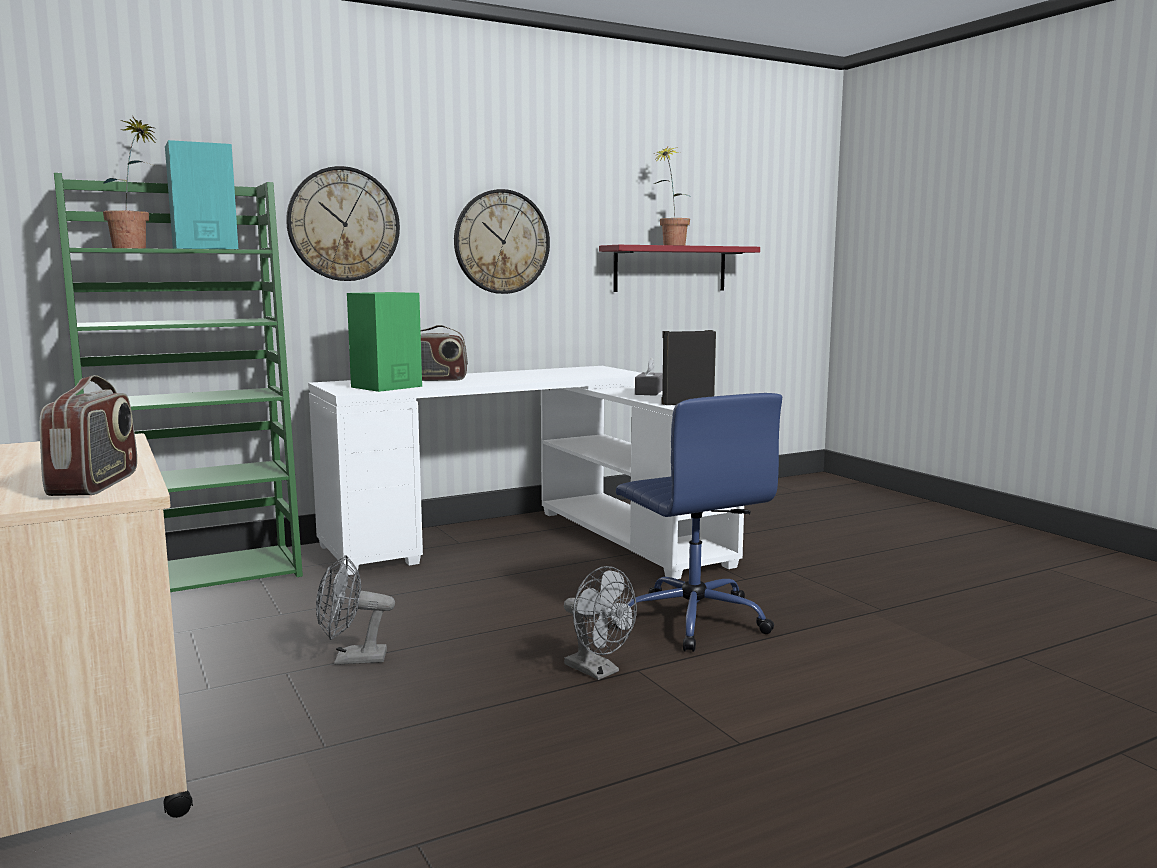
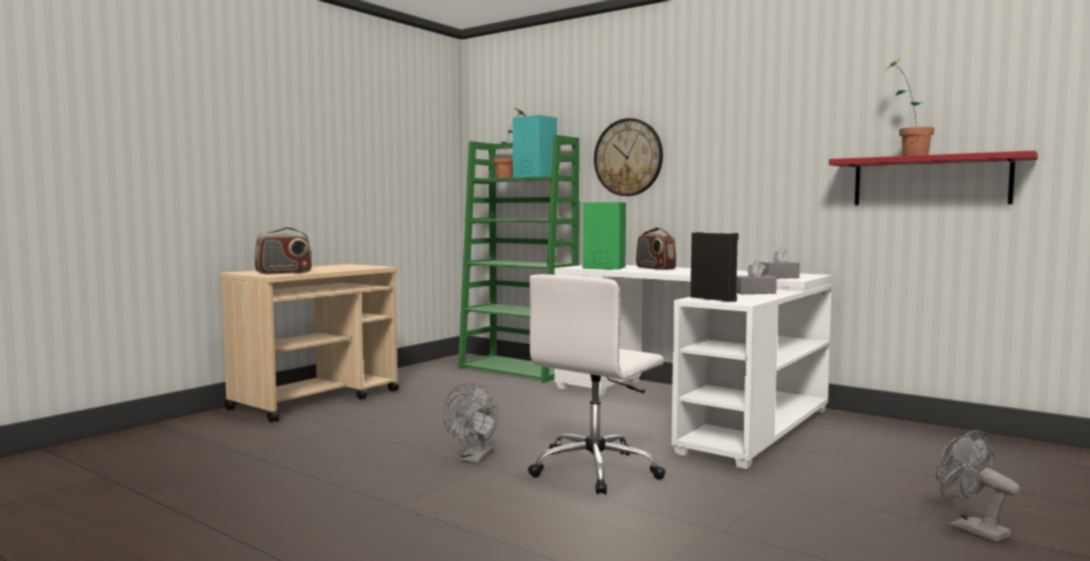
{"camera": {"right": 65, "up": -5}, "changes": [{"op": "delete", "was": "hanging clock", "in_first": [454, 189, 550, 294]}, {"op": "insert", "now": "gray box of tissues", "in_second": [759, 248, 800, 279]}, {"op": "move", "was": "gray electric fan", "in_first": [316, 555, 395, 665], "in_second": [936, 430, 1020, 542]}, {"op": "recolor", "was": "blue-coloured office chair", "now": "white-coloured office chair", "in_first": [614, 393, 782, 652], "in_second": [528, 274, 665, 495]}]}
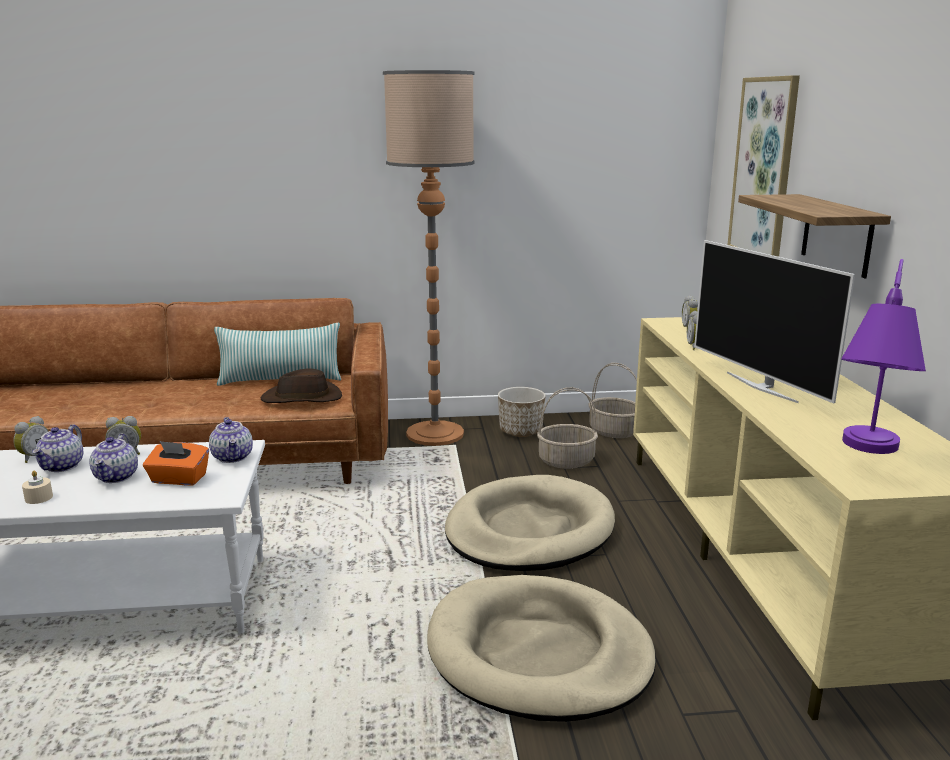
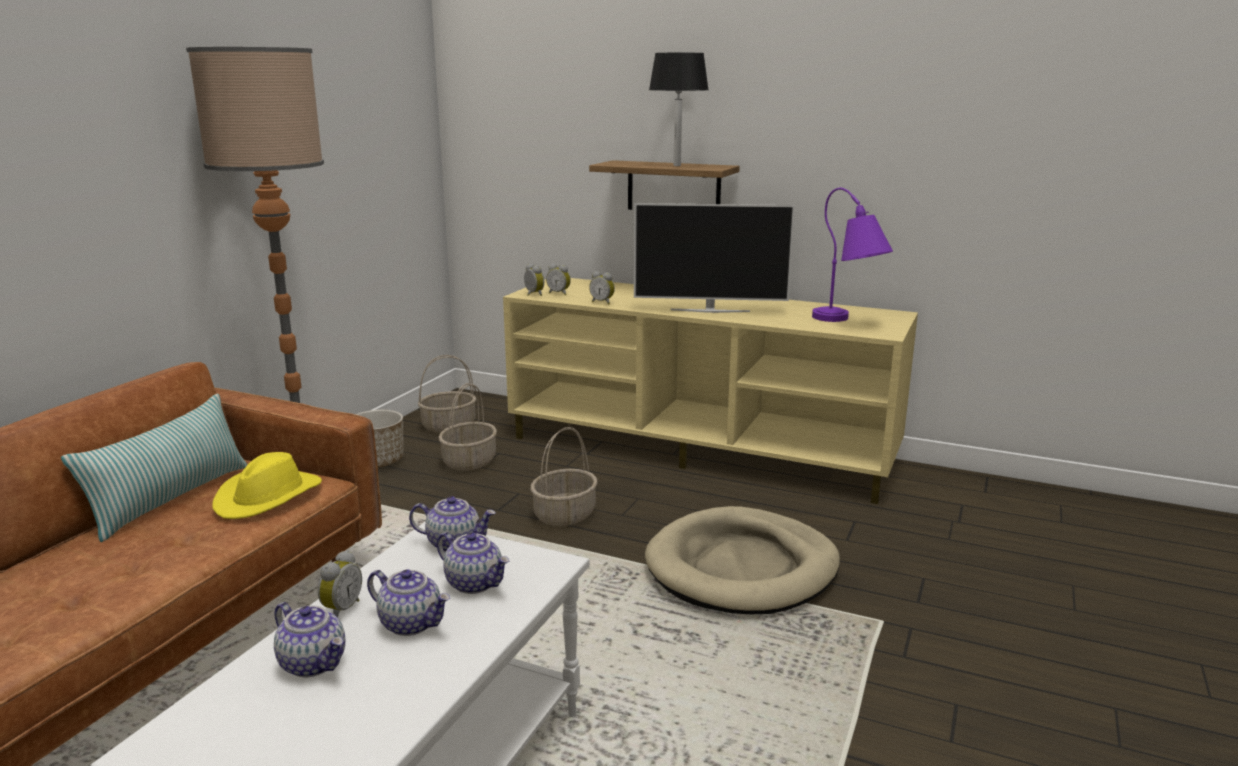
{"camera": {"right": -60, "up": 0}, "changes": [{"op": "delete", "was": "sand-coloured wax light", "in_first": [22, 470, 53, 504]}, {"op": "delete", "was": "wall picture", "in_first": [728, 75, 800, 257]}, {"op": "insert", "now": "black table lamp", "in_second": [649, 53, 709, 166]}, {"op": "move", "was": "bedside clock", "in_first": [13, 416, 49, 463], "in_second": [524, 263, 544, 296]}, {"op": "replace", "was": "orangey box of tissues", "now": "tea pot", "in_first": [143, 441, 209, 485], "in_second": [437, 532, 509, 594]}, {"op": "replace", "was": "sand-coloured pet bed", "now": "storage basket", "in_first": [445, 475, 615, 571], "in_second": [531, 427, 598, 526]}, {"op": "recolor", "was": "brown hat", "now": "yellow hat", "in_first": [260, 369, 342, 403], "in_second": [212, 452, 322, 519]}]}
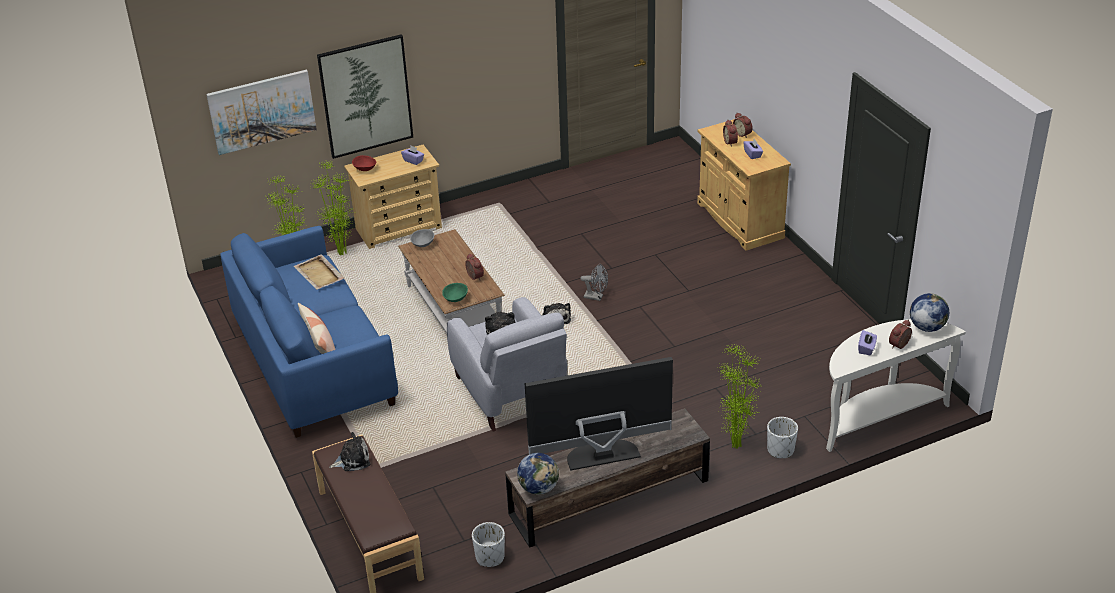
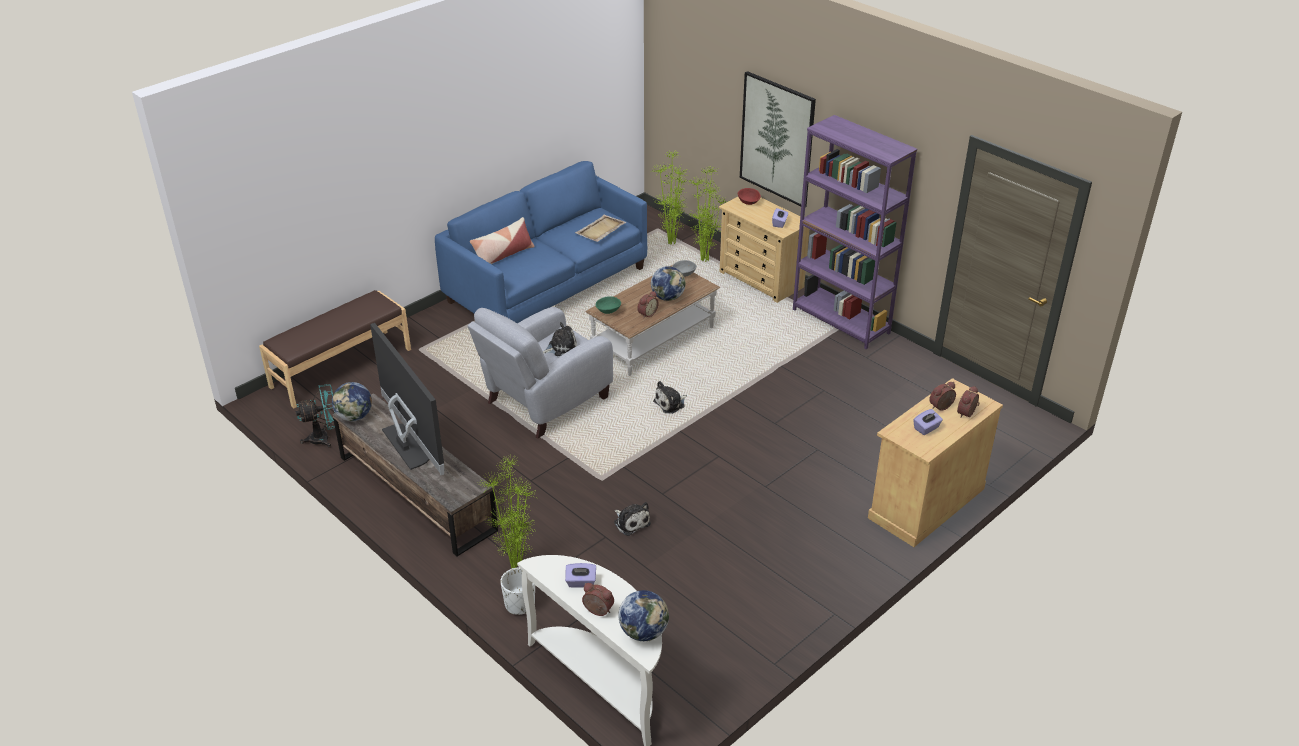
{"camera": {"right": 70, "up": 0}, "changes": [{"op": "delete", "was": "wall picture", "in_first": [206, 70, 317, 155]}, {"op": "delete", "was": "gray electric fan", "in_first": [580, 264, 608, 301]}, {"op": "insert", "now": "globe", "in_second": [651, 266, 686, 301]}, {"op": "insert", "now": "purplish bookcase", "in_second": [793, 115, 917, 349]}, {"op": "move", "was": "soft toy", "in_first": [329, 432, 370, 471], "in_second": [614, 502, 651, 536]}, {"op": "replace", "was": "white-coloured plant pot", "now": "turquoise electric fan", "in_first": [472, 522, 505, 567], "in_second": [295, 384, 335, 448]}]}
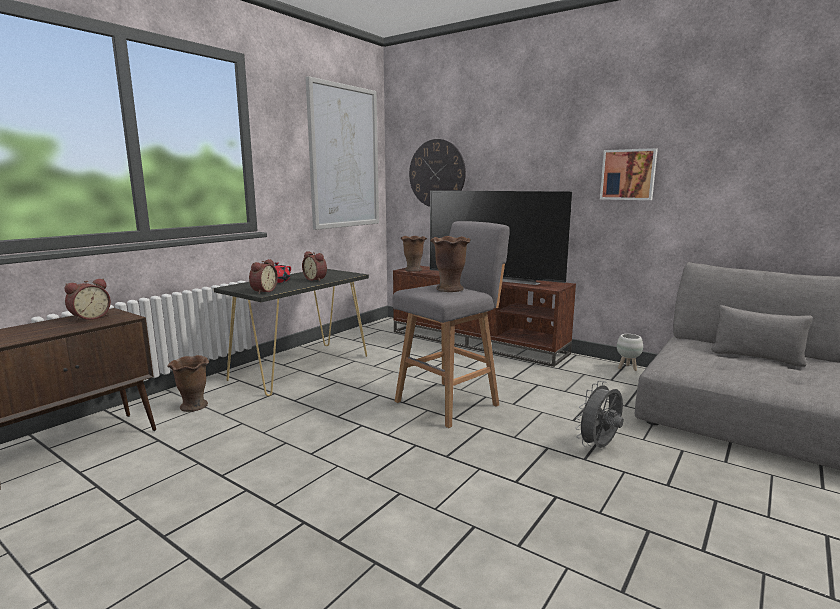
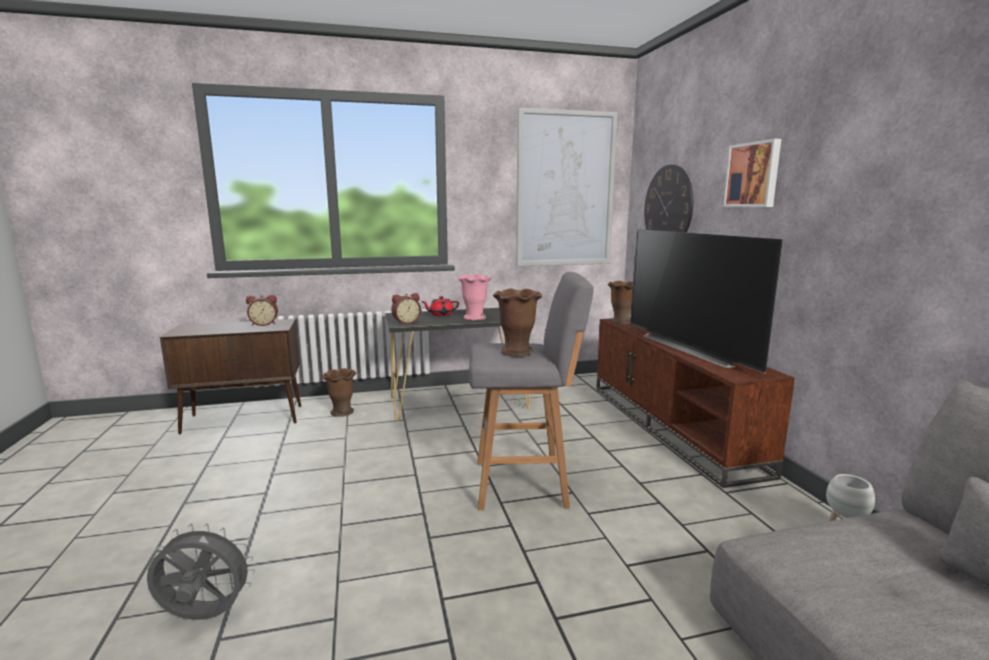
{"camera": {"right": 40, "up": 0}, "changes": [{"op": "move", "was": "gray electric fan", "in_first": [575, 381, 624, 448], "in_second": [147, 523, 255, 620]}, {"op": "move", "was": "wall picture", "in_first": [600, 148, 658, 200], "in_second": [723, 139, 781, 207]}, {"op": "replace", "was": "bedside clock", "now": "pinkish flower vase", "in_first": [302, 251, 327, 281], "in_second": [459, 274, 492, 320]}]}
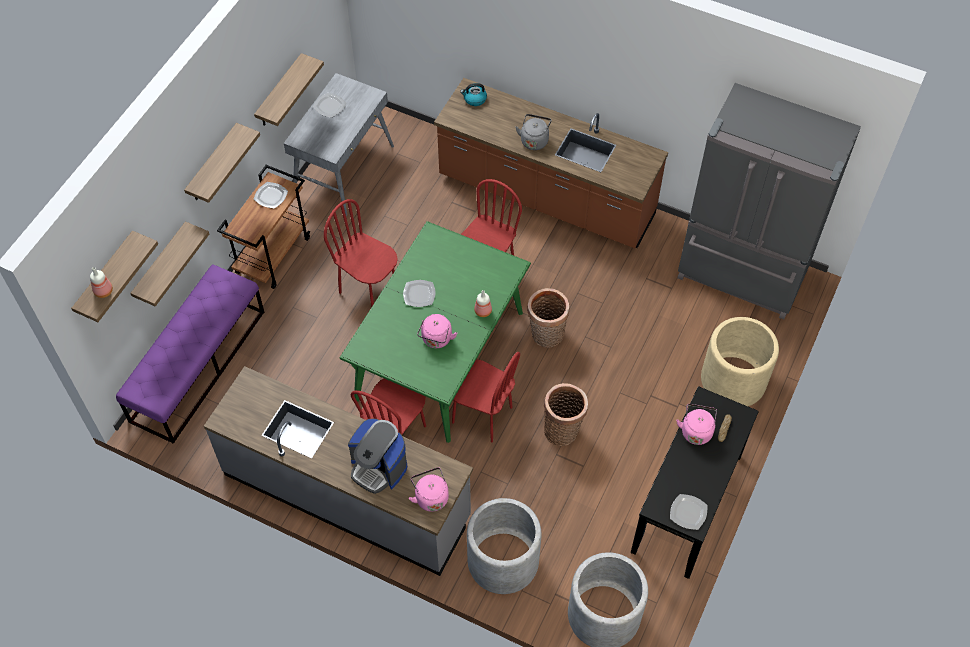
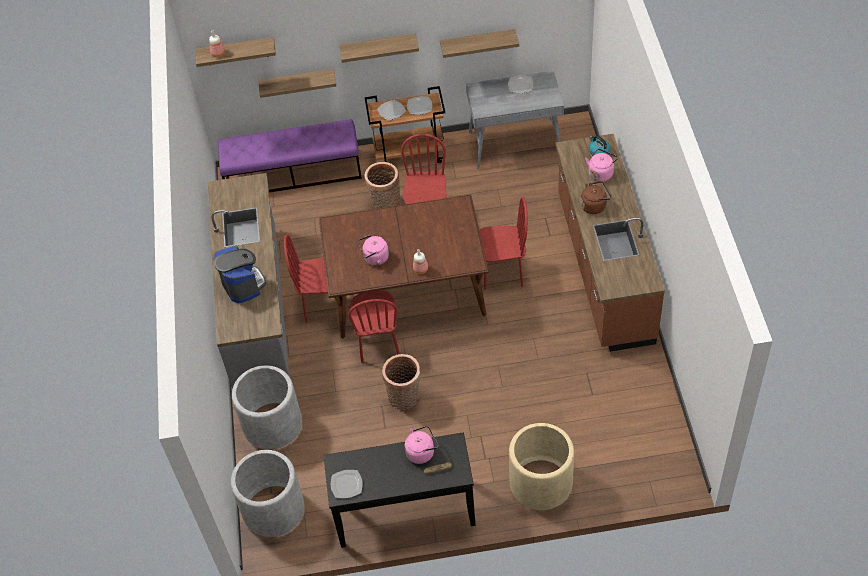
{"camera": {"right": 60, "up": -5}, "changes": [{"op": "delete", "was": "gray refrigerator", "in_first": [678, 83, 861, 320]}, {"op": "move", "was": "plate", "in_first": [403, 280, 436, 307], "in_second": [377, 100, 406, 121]}, {"op": "move", "was": "pinkish kettle", "in_first": [409, 467, 449, 512], "in_second": [585, 148, 618, 182]}, {"op": "move", "was": "storage basket", "in_first": [527, 288, 570, 348], "in_second": [364, 162, 401, 209]}, {"op": "recolor", "was": "green-coloured dinner table", "now": "brown dinner table", "in_first": [340, 221, 531, 443], "in_second": [319, 194, 489, 339]}, {"op": "recolor", "was": "gray kettle", "now": "brown kettle", "in_first": [515, 114, 552, 150], "in_second": [581, 181, 612, 214]}, {"op": "rotate", "was": "coffee maker", "in_first": [348, 418, 407, 494], "in_second": [214, 246, 267, 303], "clockwise": 150}]}
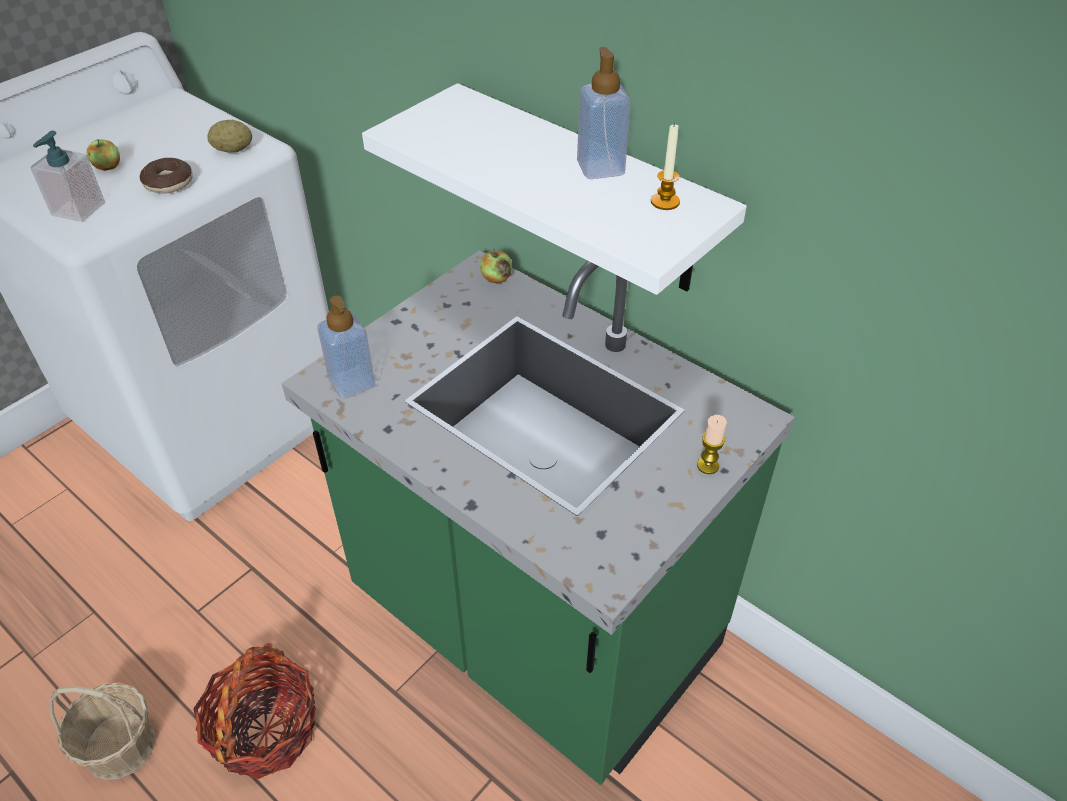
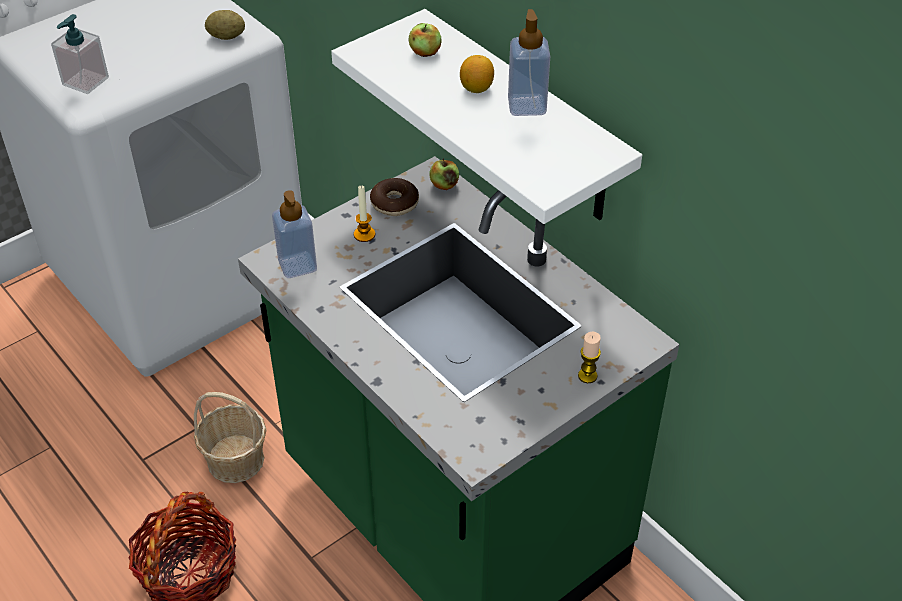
{"camera": {"right": 10, "up": 0}, "changes": [{"op": "insert", "now": "citrus fruit", "in_second": [460, 55, 494, 93]}, {"op": "move", "was": "storage basket", "in_first": [49, 683, 155, 780], "in_second": [194, 392, 266, 483]}, {"op": "move", "was": "apple fruit", "in_first": [86, 139, 120, 171], "in_second": [409, 23, 441, 57]}, {"op": "move", "was": "donut", "in_first": [140, 158, 193, 194], "in_second": [370, 178, 419, 216]}, {"op": "move", "was": "wax light", "in_first": [651, 123, 680, 210], "in_second": [354, 185, 375, 242]}]}
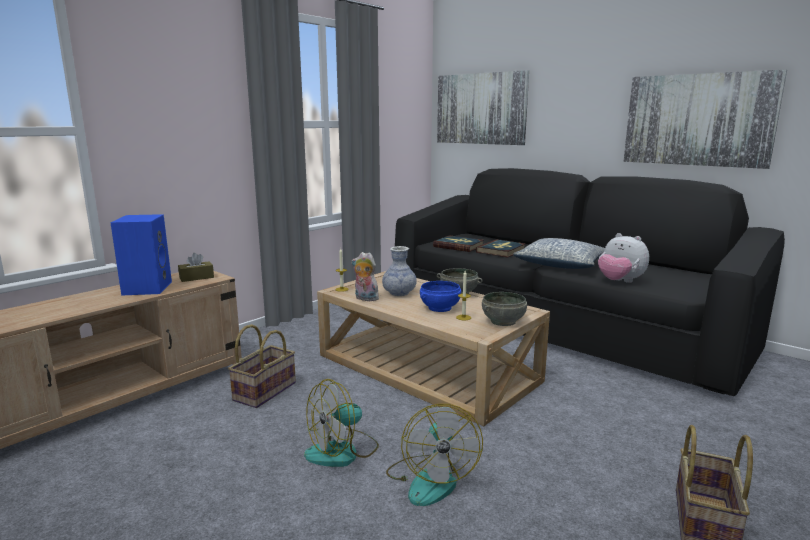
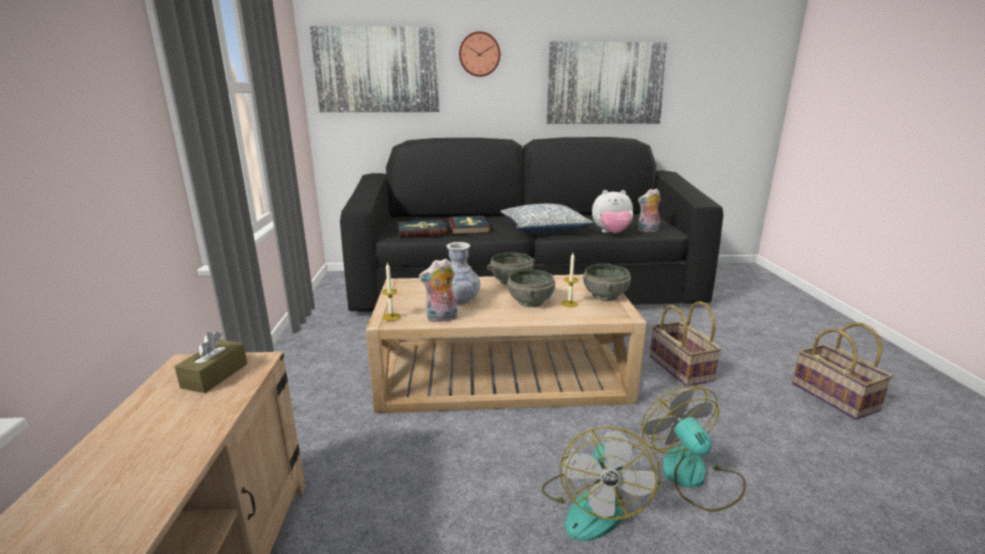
{"camera": {"right": -45, "up": 5}, "changes": [{"op": "delete", "was": "blue-coloured loudspeaker", "in_first": [110, 214, 172, 296]}, {"op": "insert", "now": "hanging clock", "in_second": [459, 31, 500, 77]}, {"op": "insert", "now": "soft toy", "in_second": [638, 189, 661, 232]}, {"op": "move", "was": "storage basket", "in_first": [228, 324, 296, 408], "in_second": [650, 301, 721, 387]}, {"op": "recolor", "was": "blue-coloured serving bowl", "now": "gray serving bowl", "in_first": [420, 281, 461, 312], "in_second": [507, 270, 555, 307]}, {"op": "rotate", "was": "electric fan", "in_first": [386, 404, 483, 506], "in_second": [641, 385, 746, 512], "clockwise": -150}]}
